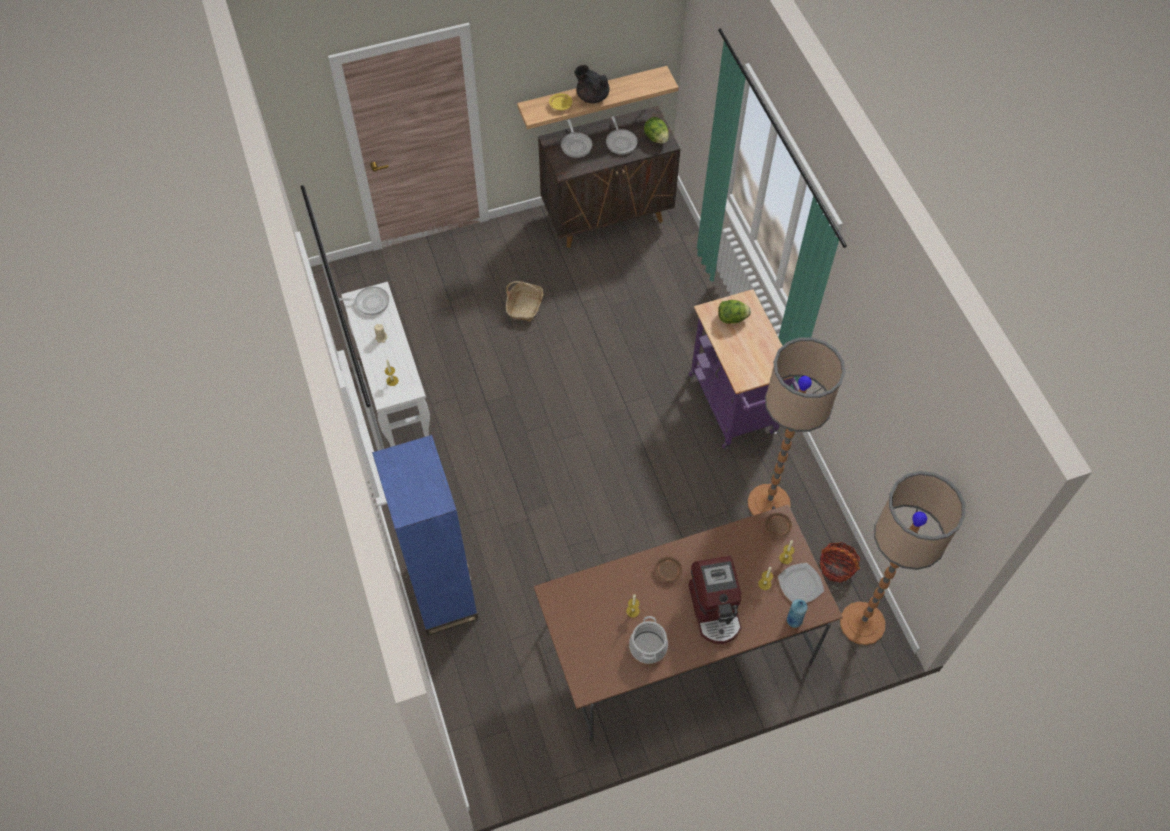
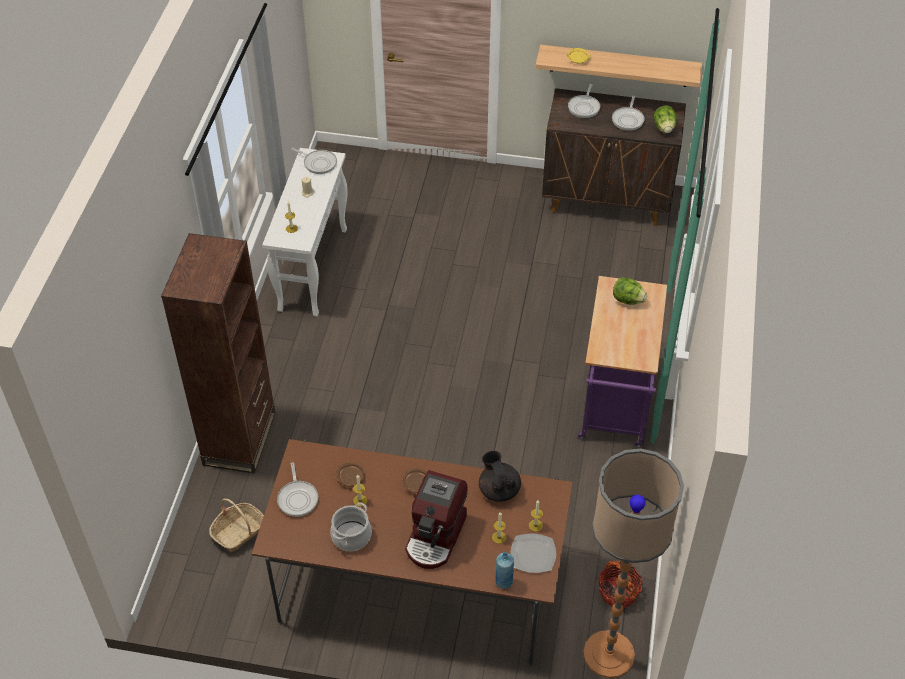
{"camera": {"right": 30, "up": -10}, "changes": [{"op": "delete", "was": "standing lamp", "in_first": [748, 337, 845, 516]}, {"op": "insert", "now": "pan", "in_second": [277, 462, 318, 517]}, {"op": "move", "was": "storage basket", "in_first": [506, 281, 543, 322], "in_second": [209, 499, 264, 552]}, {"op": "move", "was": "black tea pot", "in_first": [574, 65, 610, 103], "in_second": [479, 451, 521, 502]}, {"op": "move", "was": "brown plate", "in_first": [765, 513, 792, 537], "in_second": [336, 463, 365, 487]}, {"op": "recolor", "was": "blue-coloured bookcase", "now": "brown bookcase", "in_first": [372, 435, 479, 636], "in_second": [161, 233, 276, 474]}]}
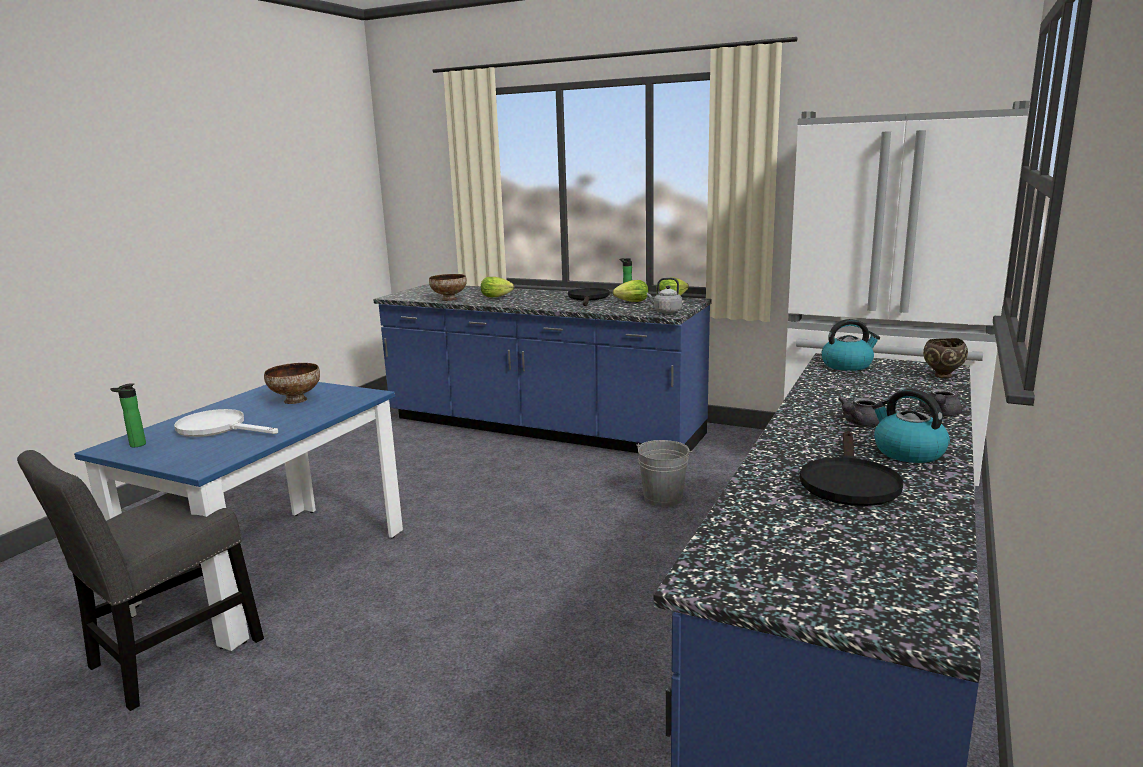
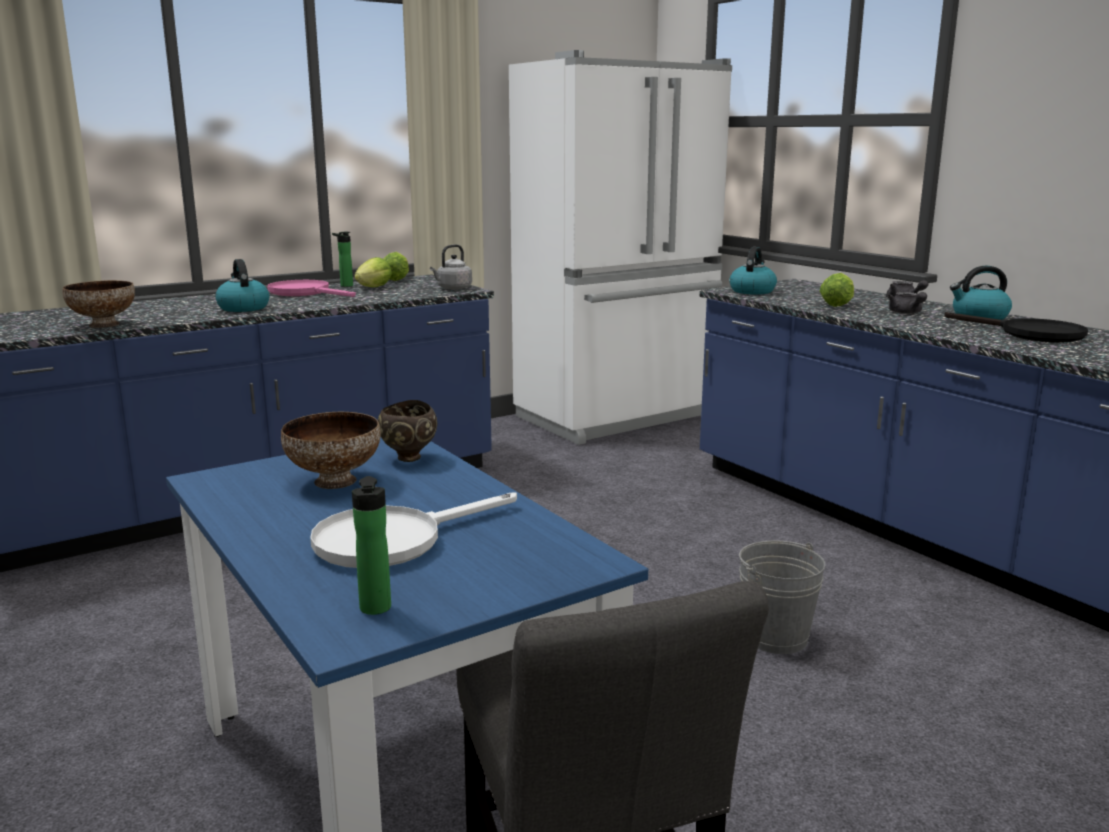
{"camera": {"right": -60, "up": 0}, "changes": [{"op": "insert", "now": "kettle", "in_second": [215, 259, 269, 312]}, {"op": "move", "was": "lettuce head", "in_first": [481, 277, 514, 297], "in_second": [820, 273, 854, 307]}, {"op": "move", "was": "gray pail", "in_first": [636, 440, 693, 507], "in_second": [739, 541, 825, 654]}, {"op": "move", "was": "brown serving bowl", "in_first": [923, 338, 968, 378], "in_second": [378, 400, 437, 462]}, {"op": "recolor", "was": "black pan", "now": "pinkish pan", "in_first": [568, 288, 610, 306], "in_second": [267, 280, 356, 297]}]}
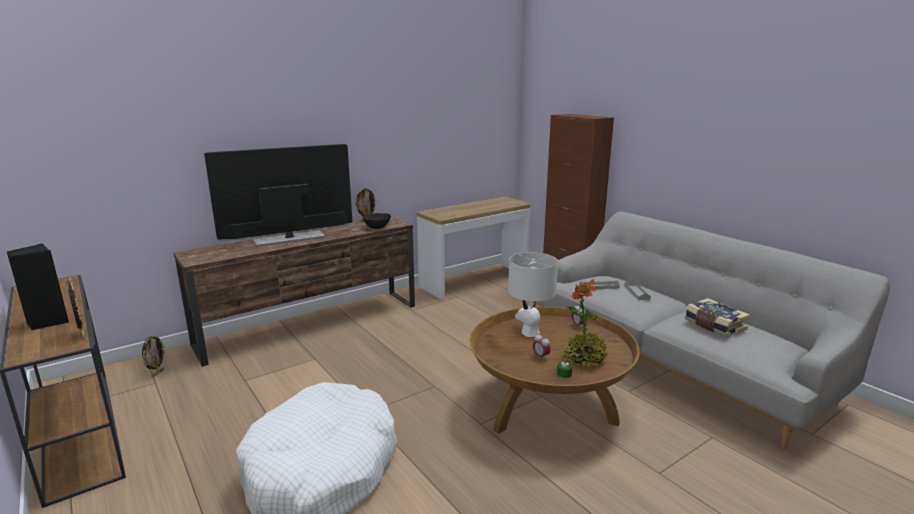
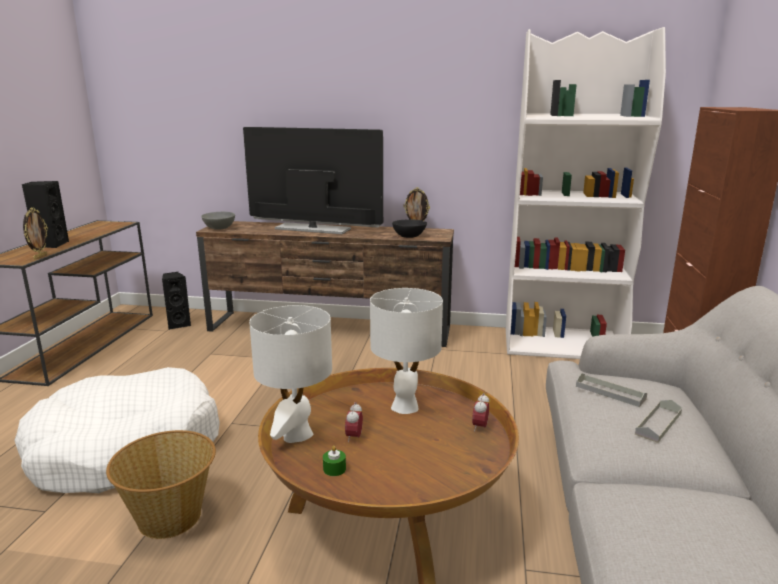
{"camera": {"right": 45, "up": 0}, "changes": [{"op": "delete", "was": "plant in a pot", "in_first": [561, 279, 608, 367]}, {"op": "delete", "was": "bound book", "in_first": [685, 298, 750, 338]}, {"op": "insert", "now": "storage basket", "in_second": [106, 430, 216, 539]}, {"op": "insert", "now": "gray serving bowl", "in_second": [201, 212, 235, 230]}, {"op": "insert", "now": "white-coloured table lamp", "in_second": [249, 305, 332, 443]}, {"op": "replace", "was": "standing frame", "now": "black loudspeaker", "in_first": [142, 335, 166, 377], "in_second": [162, 272, 191, 330]}, {"op": "replace", "was": "narrow table", "now": "white-coloured bookcase", "in_first": [417, 197, 530, 299], "in_second": [506, 27, 666, 359]}]}
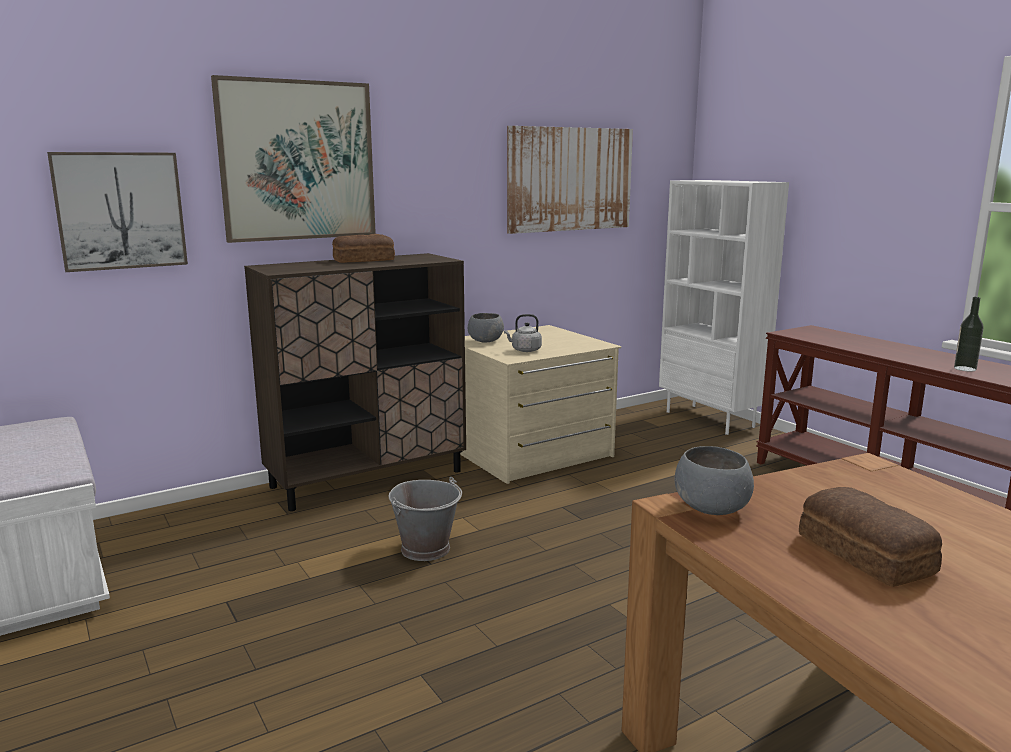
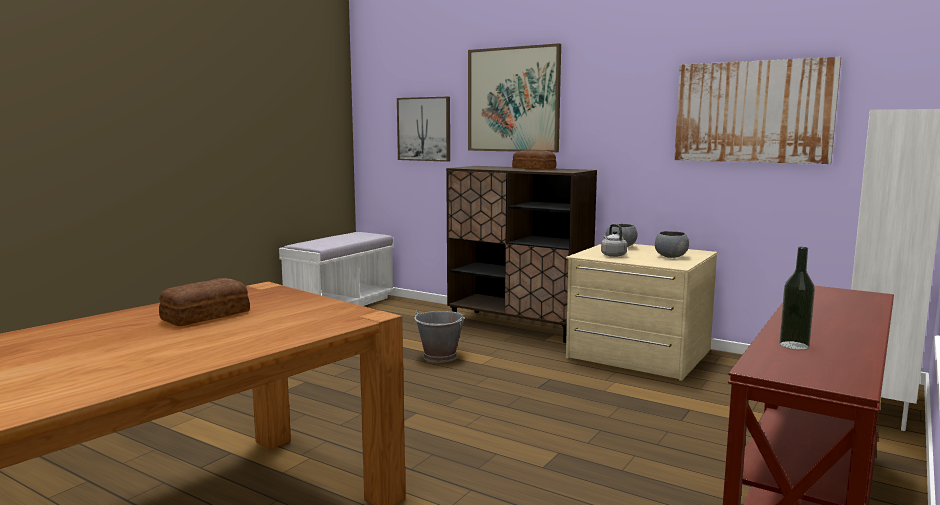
{"camera": {"right": 65, "up": -5}, "changes": [{"op": "move", "was": "gray serving bowl", "in_first": [674, 446, 754, 515], "in_second": [655, 231, 689, 258]}]}
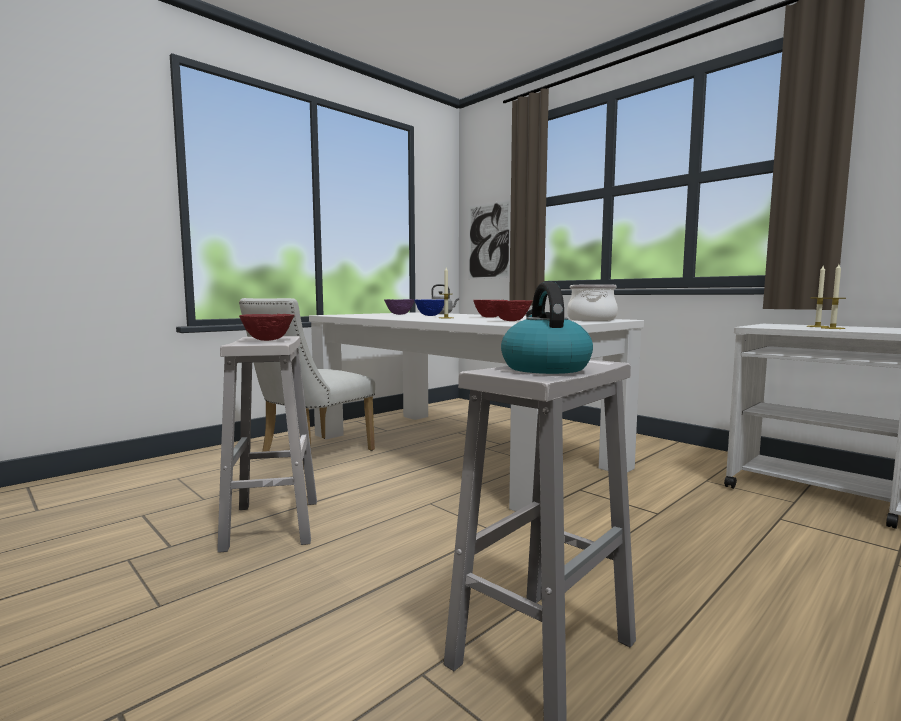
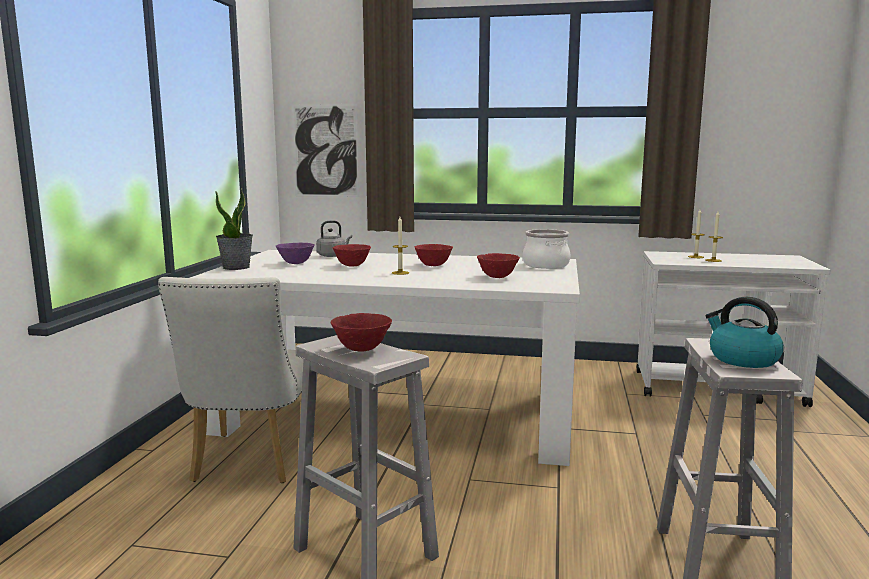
{"camera": {"right": -35, "up": 5}, "changes": [{"op": "insert", "now": "plant in a pot", "in_second": [215, 188, 253, 270]}, {"op": "recolor", "was": "blue-coloured serving bowl", "now": "red-coloured serving bowl", "in_first": [414, 299, 444, 316], "in_second": [333, 244, 371, 266]}]}
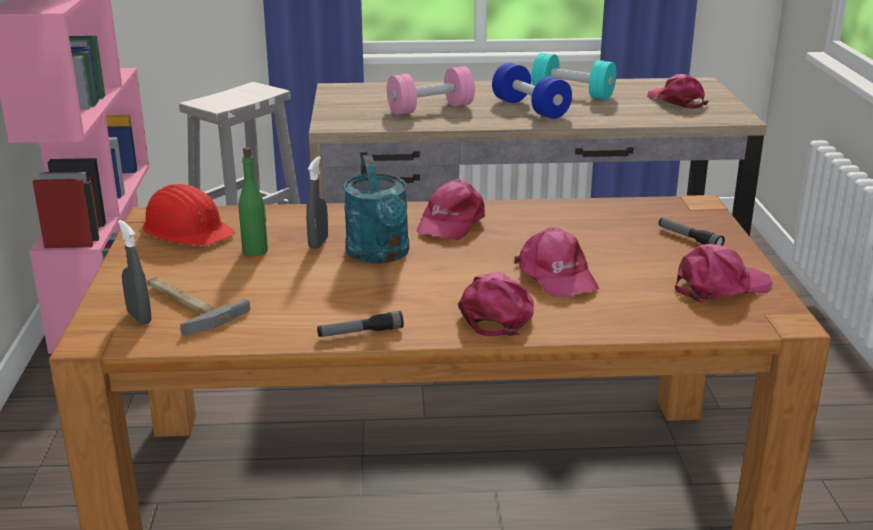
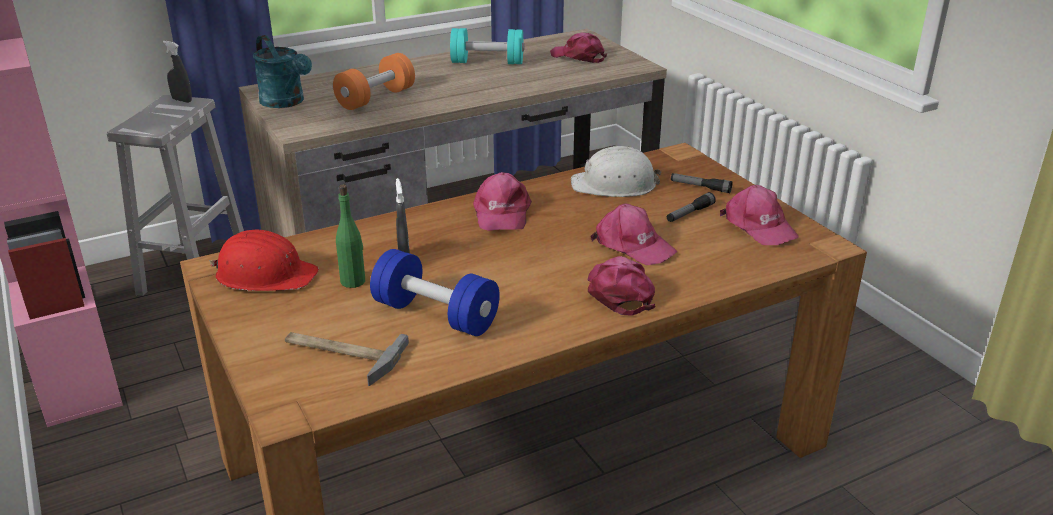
{"camera": {"right": -25, "up": 5}, "changes": [{"op": "insert", "now": "white-coloured hard hat", "in_second": [571, 146, 662, 197]}, {"op": "move", "was": "gray spray bottle", "in_first": [118, 220, 151, 325], "in_second": [163, 41, 192, 103]}, {"op": "move", "was": "torch", "in_first": [317, 311, 404, 337], "in_second": [667, 192, 716, 222]}, {"op": "move", "was": "turquoise sprinkling can", "in_first": [343, 155, 409, 264], "in_second": [253, 35, 312, 108]}, {"op": "move", "was": "blue-coloured dumbbell", "in_first": [492, 63, 572, 119], "in_second": [370, 249, 500, 336]}, {"op": "recolor", "was": "pinkish dumbbell", "now": "orangey dumbbell", "in_first": [387, 66, 475, 115], "in_second": [333, 53, 415, 110]}, {"op": "rotate", "was": "pinkish peaked cap", "in_first": [675, 244, 773, 302], "in_second": [720, 185, 799, 245], "clockwise": 105}]}
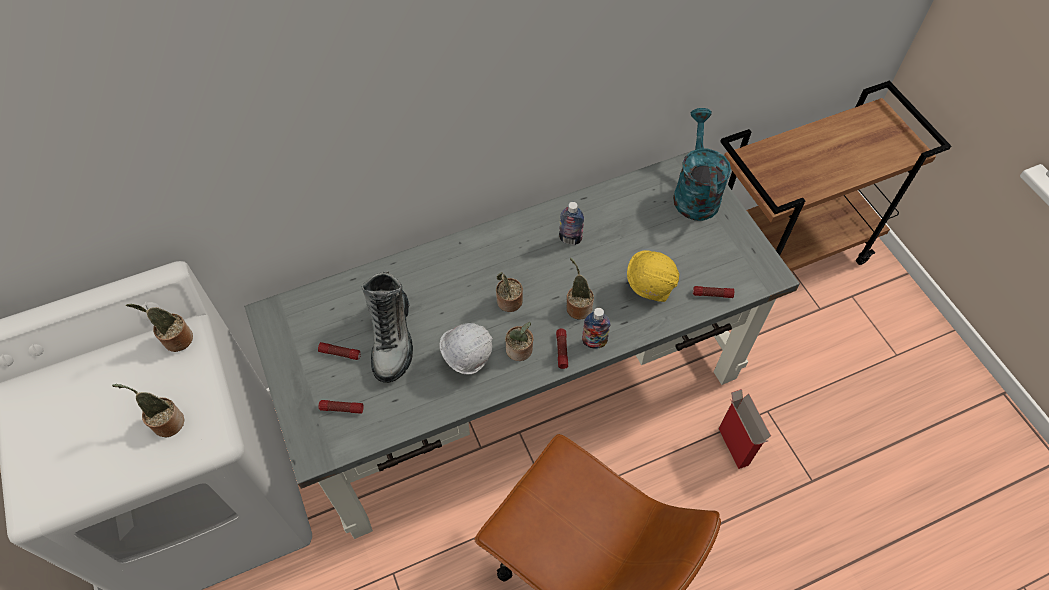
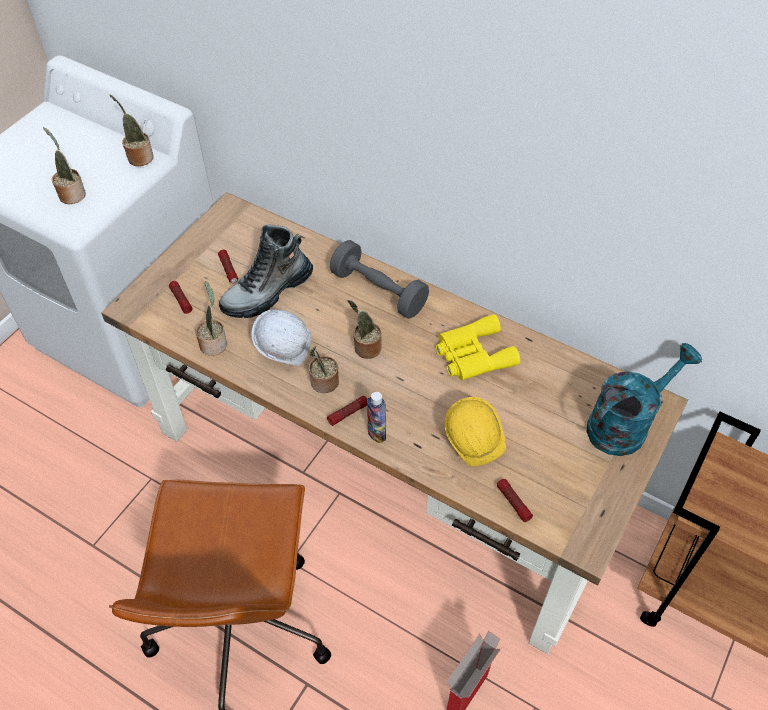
{"camera": {"right": 55, "up": -5}, "changes": [{"op": "insert", "now": "gray dumbbell", "in_second": [330, 240, 429, 319]}, {"op": "move", "was": "plant in a pot", "in_first": [567, 258, 594, 320], "in_second": [195, 281, 227, 356]}, {"op": "replace", "was": "drink bottle", "now": "yellow pair of binoculars", "in_first": [559, 202, 584, 245], "in_second": [436, 314, 520, 380]}, {"op": "recolor", "was": "gray desk", "now": "brown desk", "in_first": [244, 150, 800, 539], "in_second": [101, 192, 688, 654]}]}
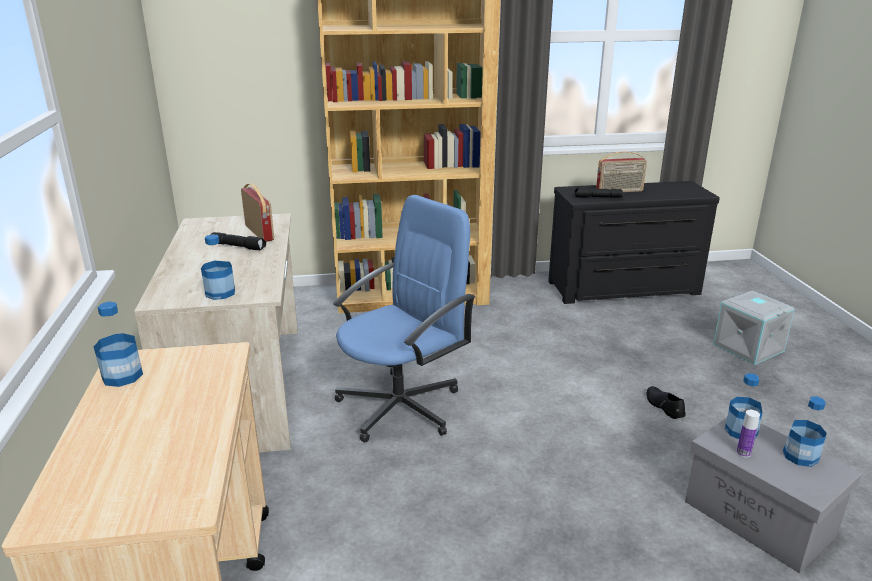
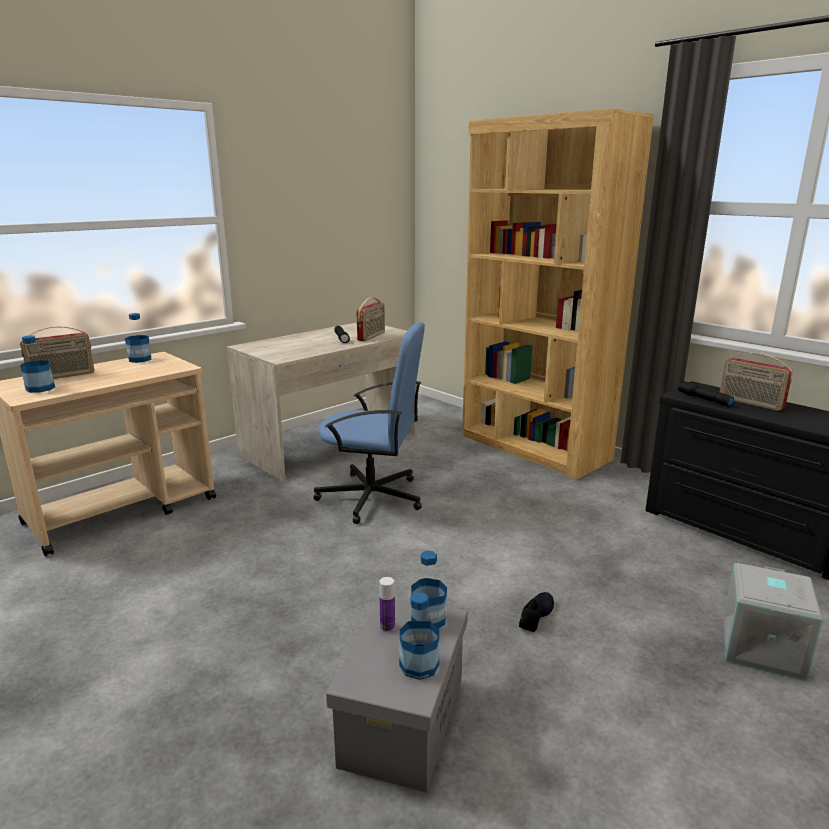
{"camera": {"right": 55, "up": -5}, "changes": [{"op": "insert", "now": "radio", "in_second": [20, 326, 94, 379]}, {"op": "move", "was": "drink bottle", "in_first": [201, 235, 235, 300], "in_second": [20, 335, 55, 393]}]}
